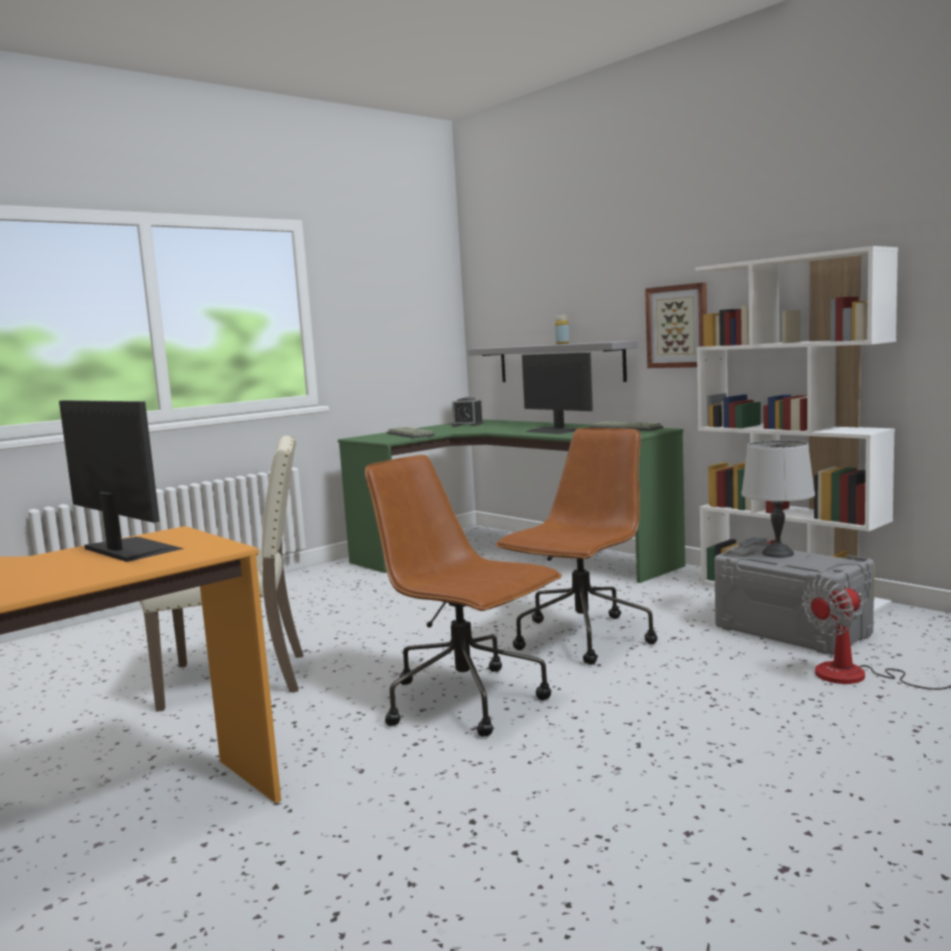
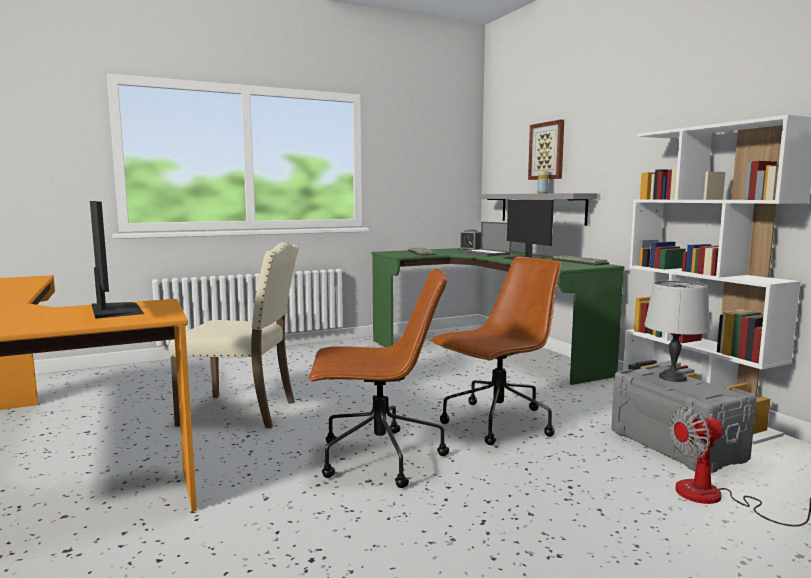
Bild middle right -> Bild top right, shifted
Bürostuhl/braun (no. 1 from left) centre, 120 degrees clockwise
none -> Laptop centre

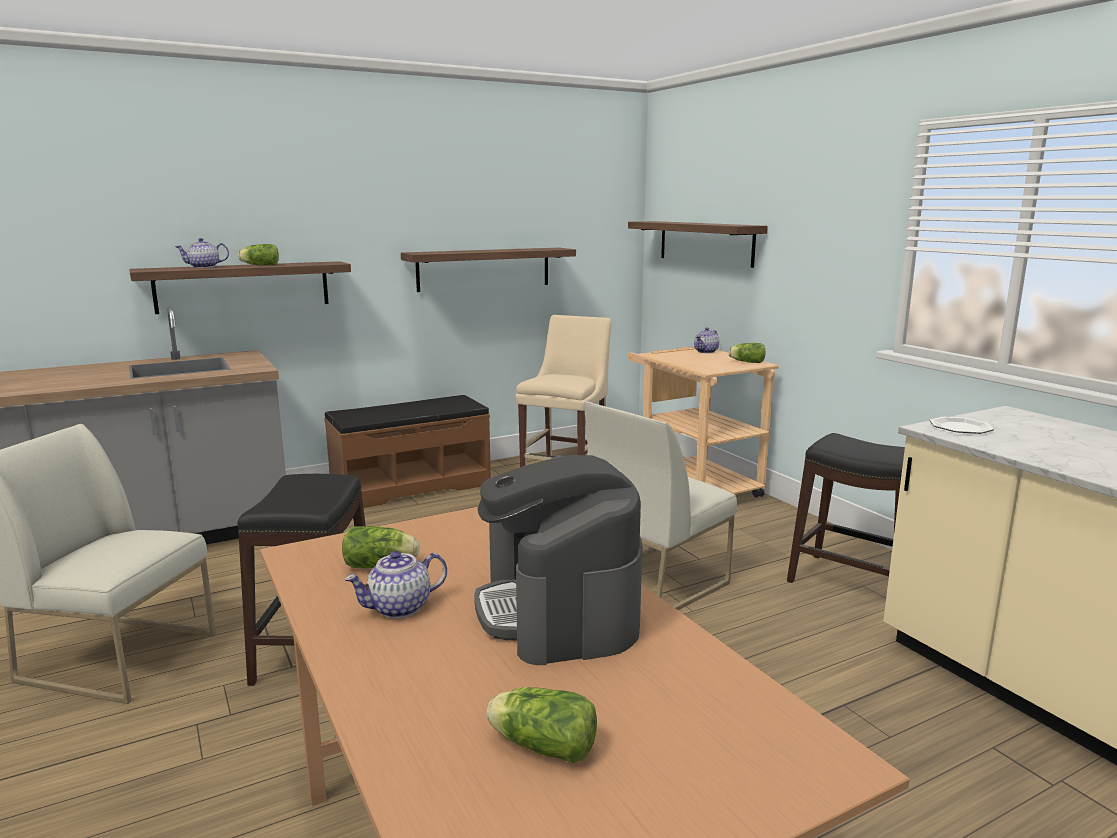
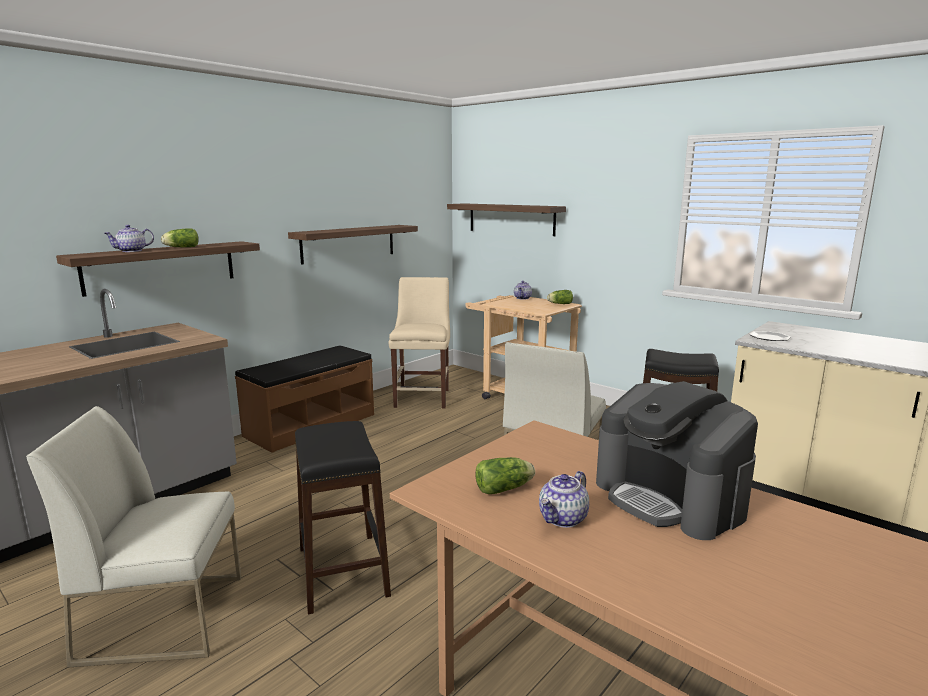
Salatkopf (no. 3 from left) bottom centre -> none

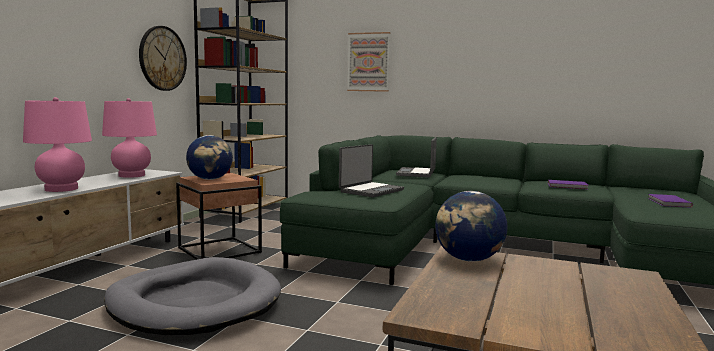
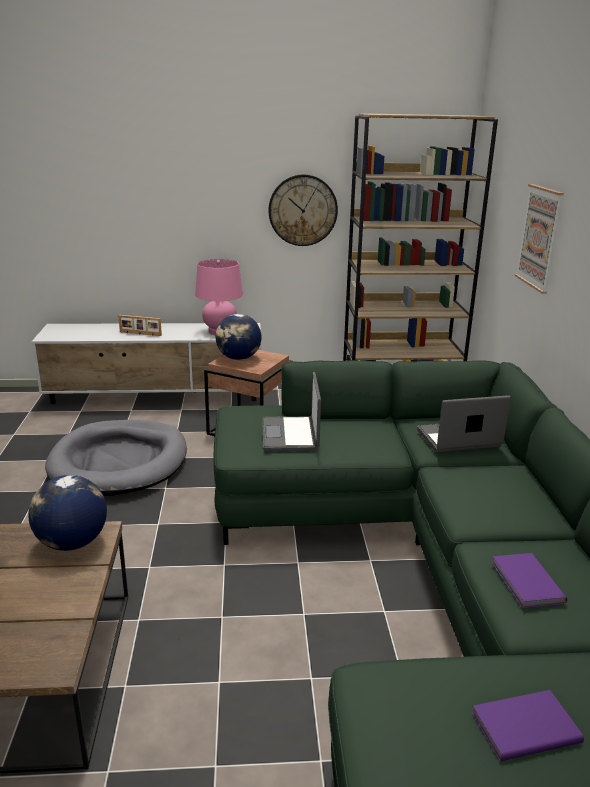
Tischlampe/rosa (no. 1 from left) middle left -> Bilderrahmen middle left
Laptop (no. 1 from left) centre, 75 degrees clockwise

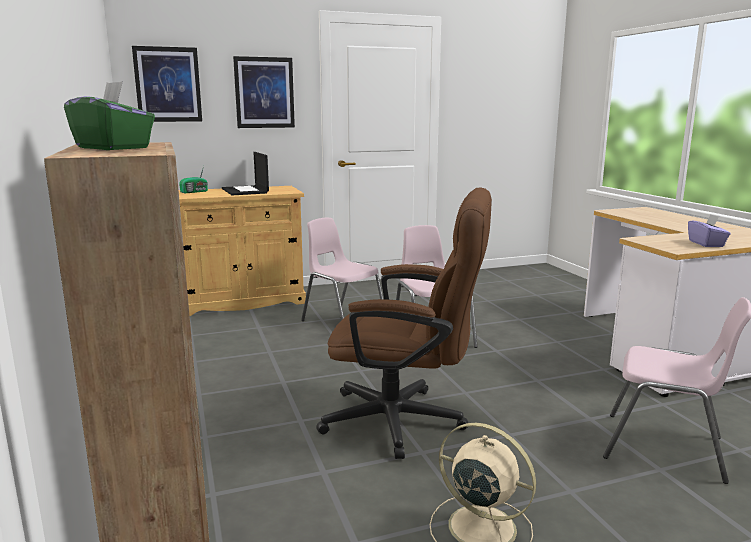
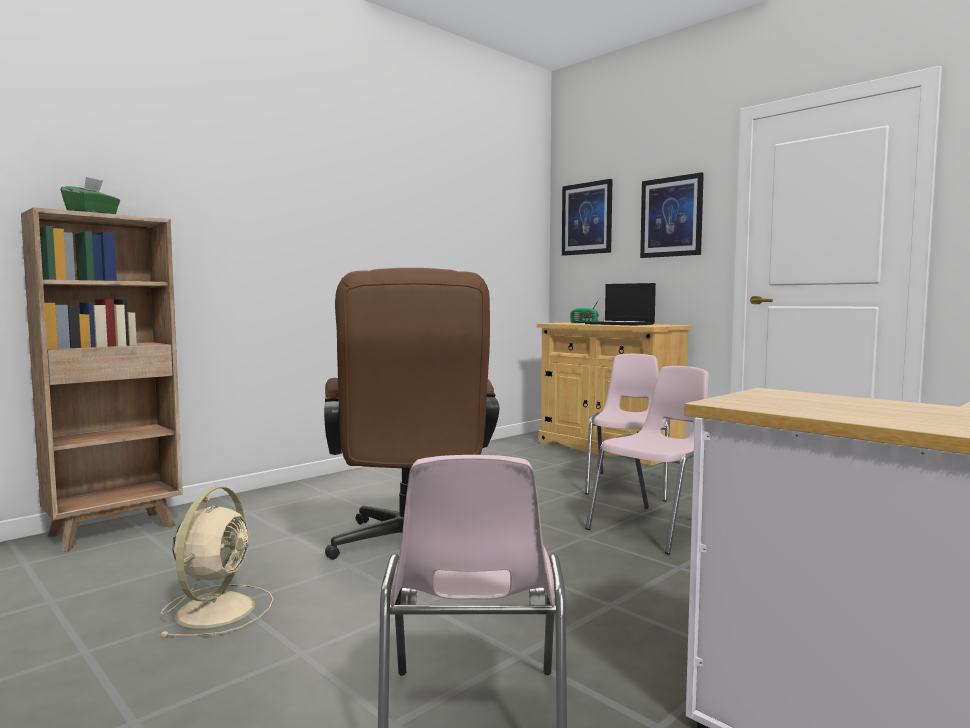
Laptop top left -> Laptop centre, 90 degrees counterclockwise
Taschentuchbox/lila middle right -> none

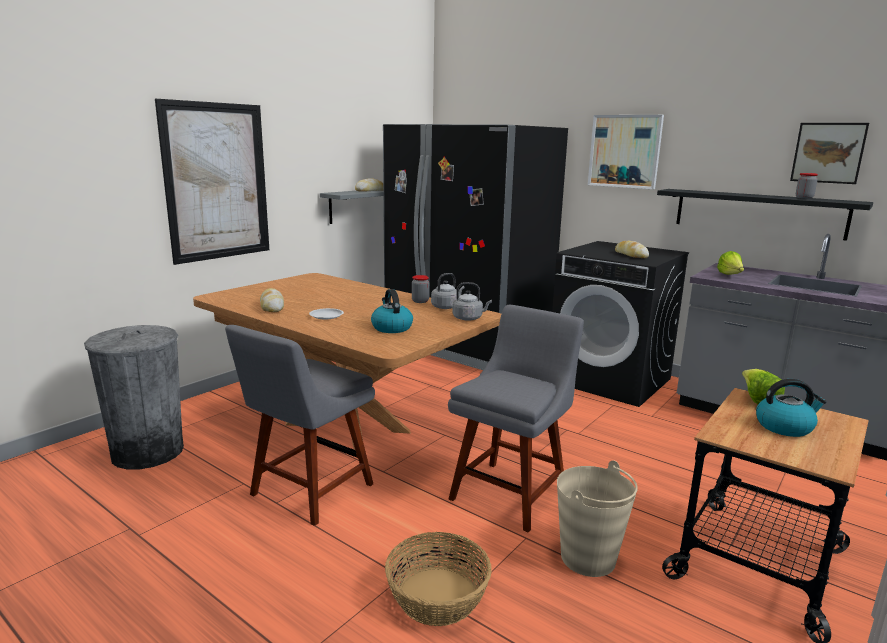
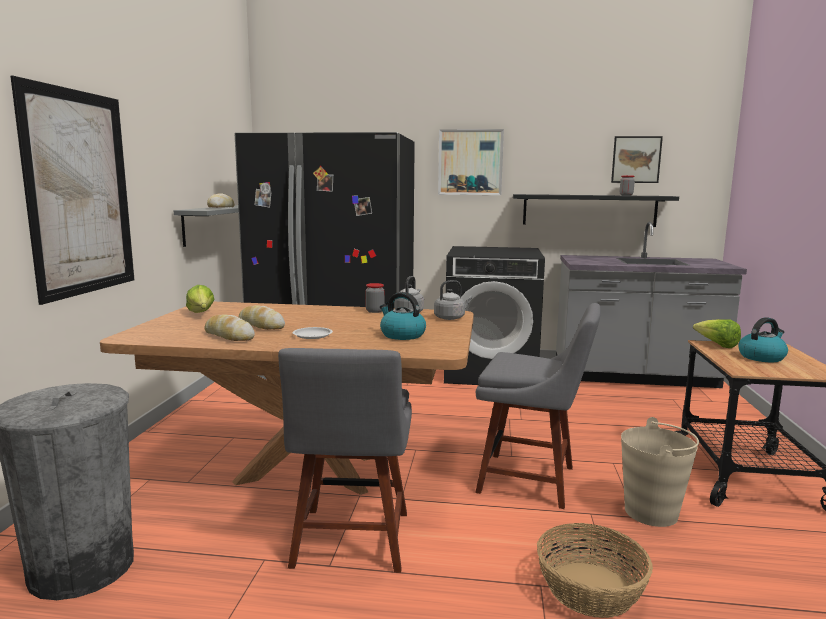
Brot (no. 3 from left) middle right -> Brot (no. 3 from left) middle left, shifted
Salatkopf (no. 1 from left) middle right -> Salatkopf (no. 1 from left) middle left, shifted
Stuhl/grau (no. 2 from left) centre, 105 degrees clockwise

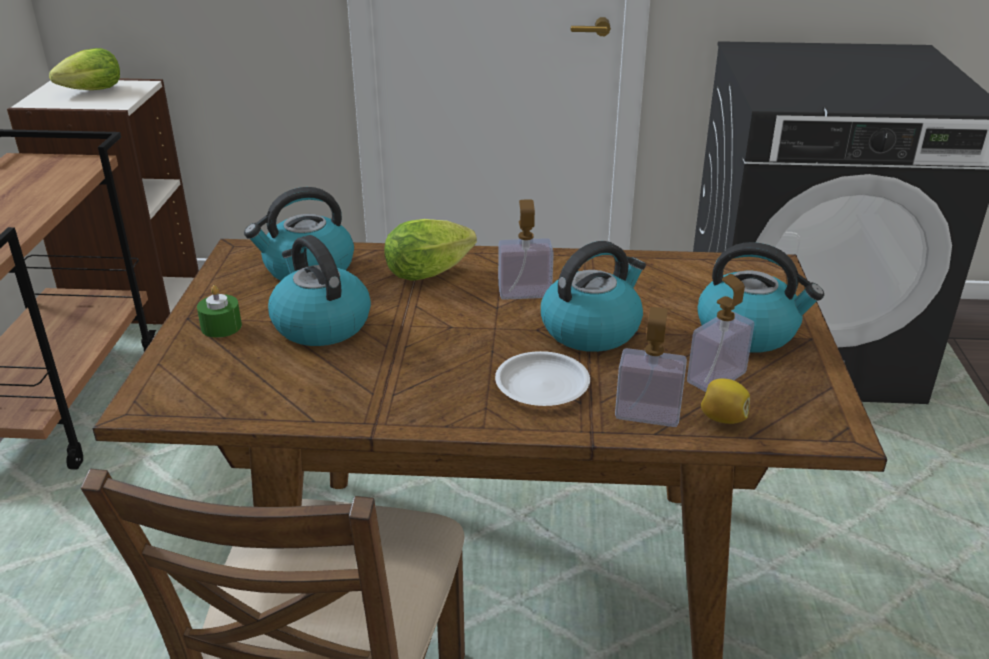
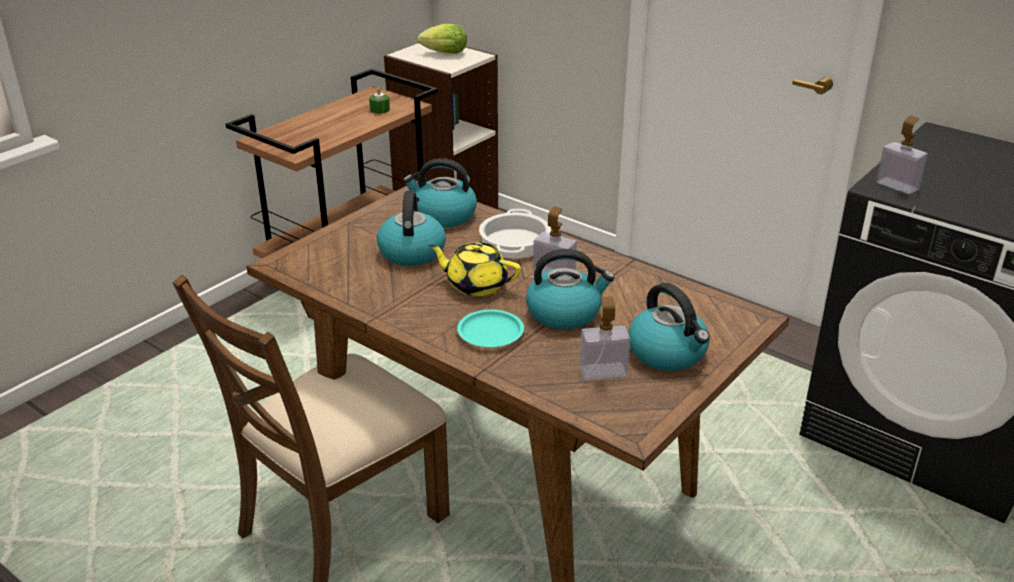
Salatkopf (no. 2 from left) centre -> Kochtopf centre
Kerze/grün middle left -> Kerze/grün top centre, shifted
Seifenspender (no. 2 from left in the first image) centre -> Seifenspender (no. 3 from left) top right, shifted
Teller/weiß centre -> Teller/türkis centre
Zitrone middle right -> none
none -> Teekanne/gelb centre

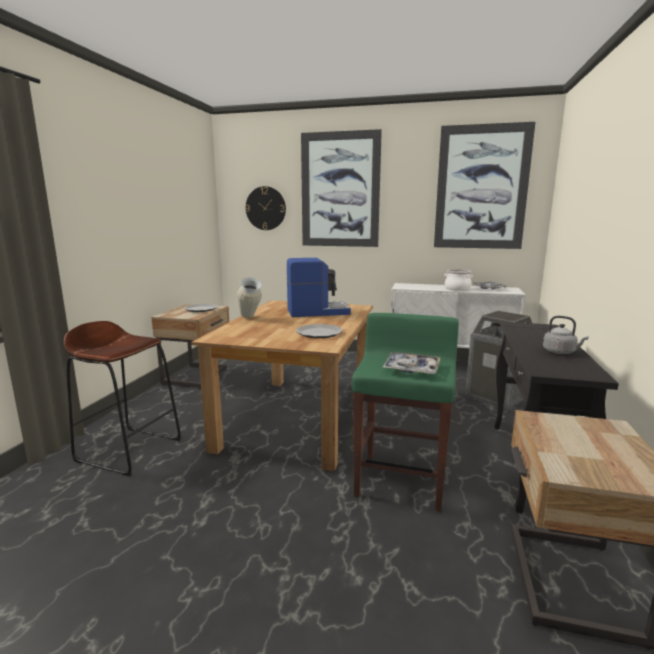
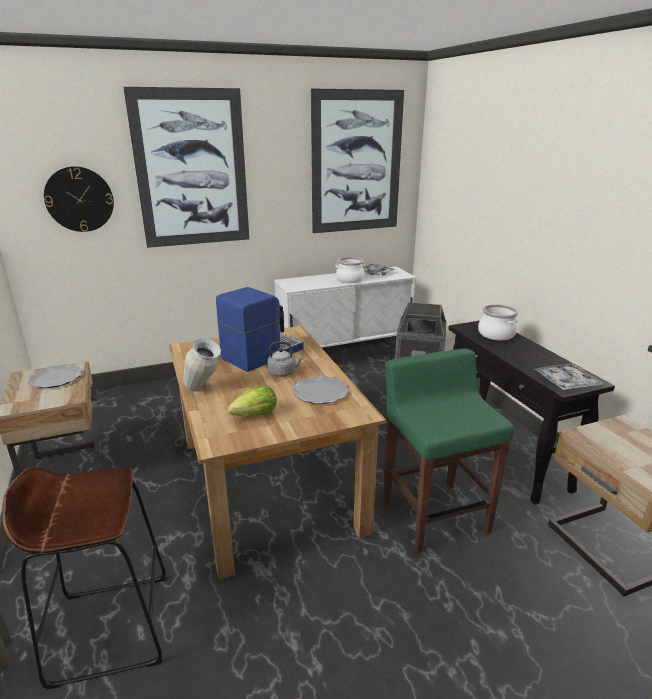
Wasserkessel/grau middle right -> Wasserkessel/grau centre, shifted
Tablett (no. 1 from left in the first image) centre -> Tablett (no. 2 from left) middle right, shifted
none -> Kochtopf (no. 2 from left) middle right
none -> Salatkopf centre

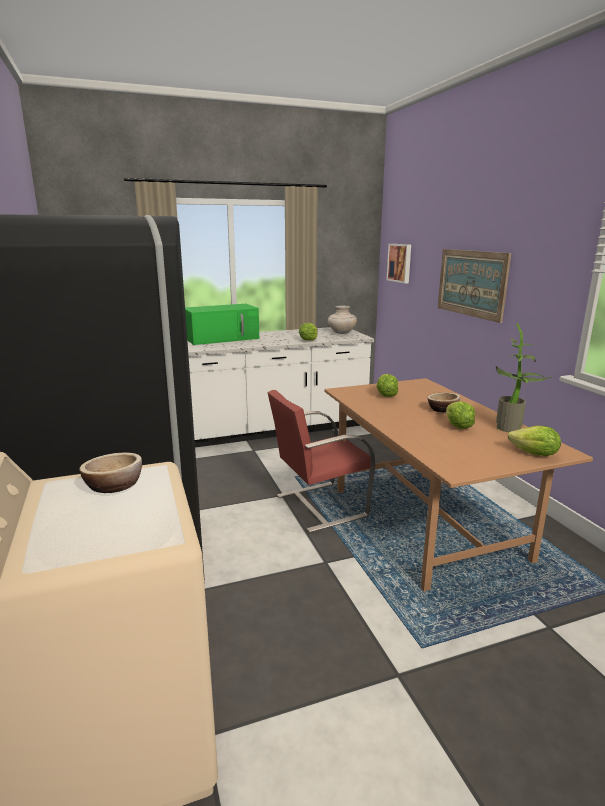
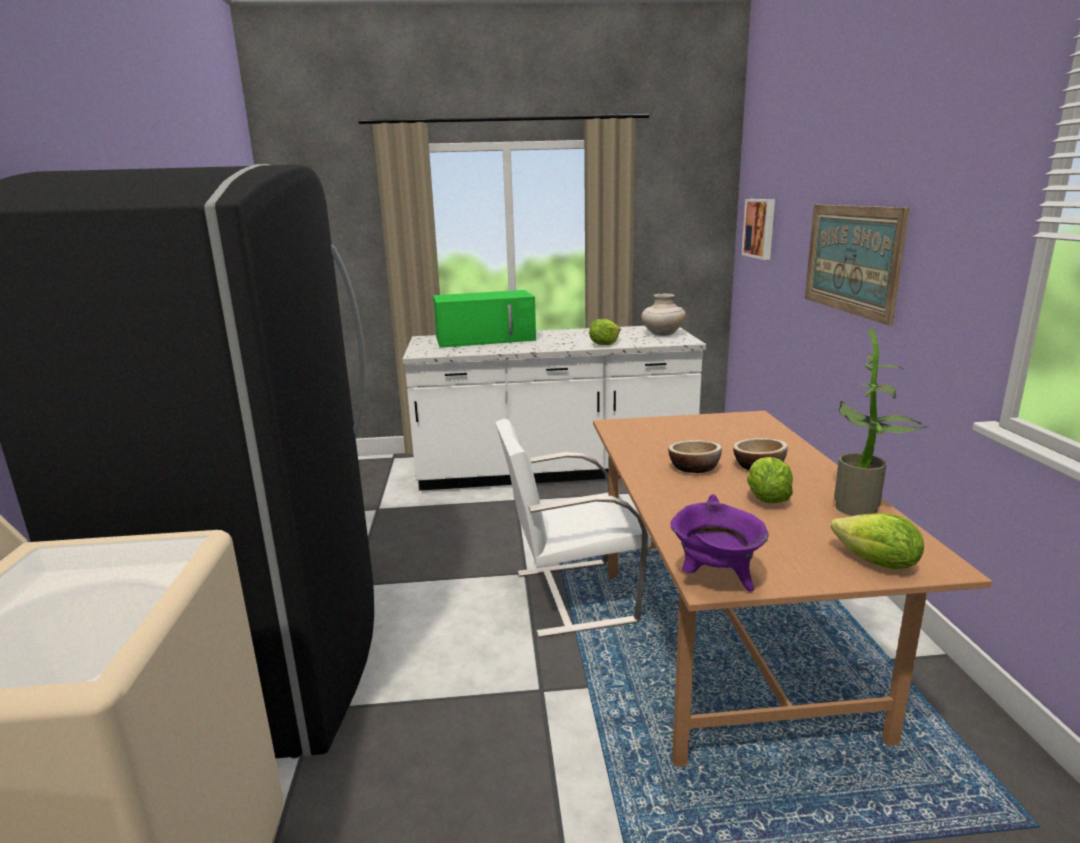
Salatkopf (no. 2 from left) centre -> none
Stuhl/rot centre -> Stuhl/weiß centre
Schüssel (no. 1 from left) middle left -> Schüssel (no. 1 from left) centre, shifted
none -> Kochtopf/lila centre

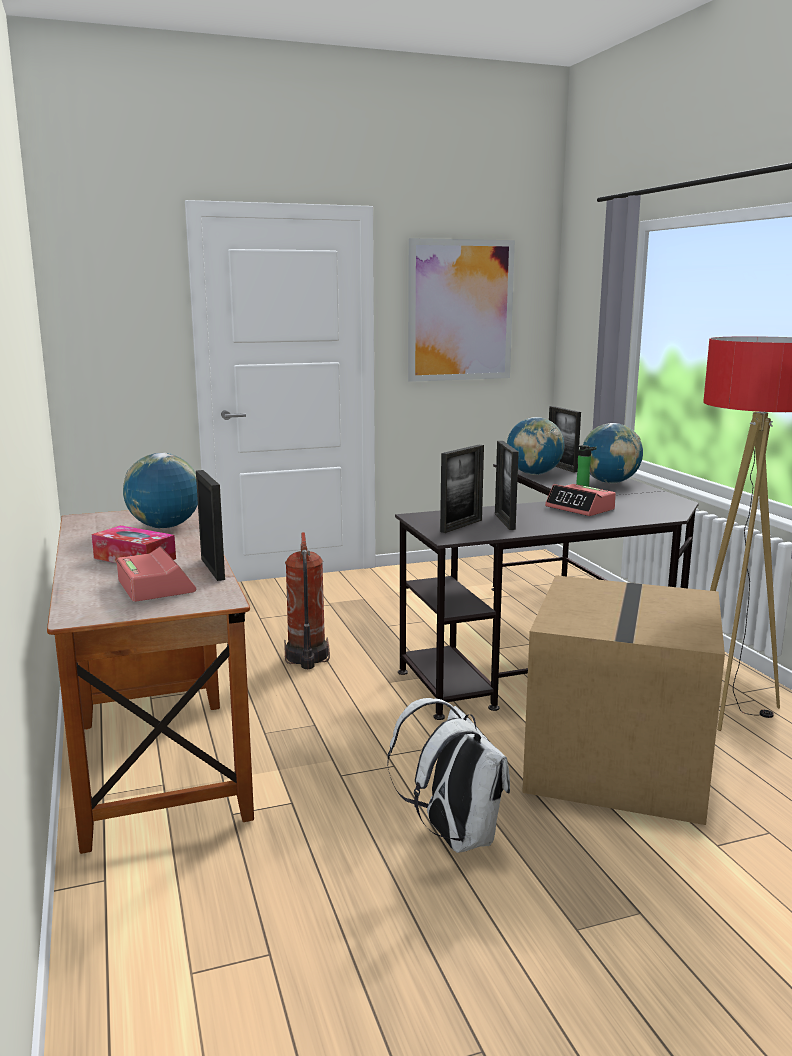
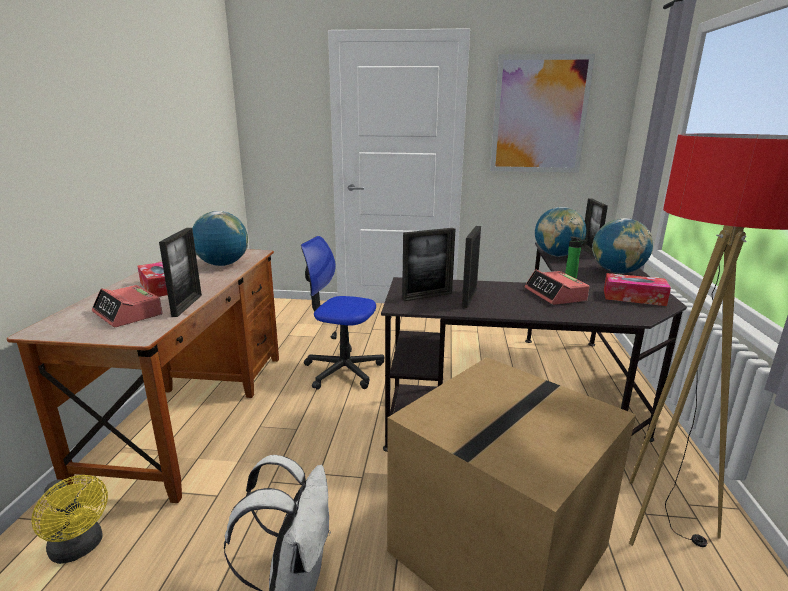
Feuerlöscher centre -> Bürostuhl centre
Wecker (no. 1 from left) middle left, 135 degrees clockwise
none -> Taschentuchbox (no. 2 from left) middle right
none -> Ventilator/gelb bottom left

